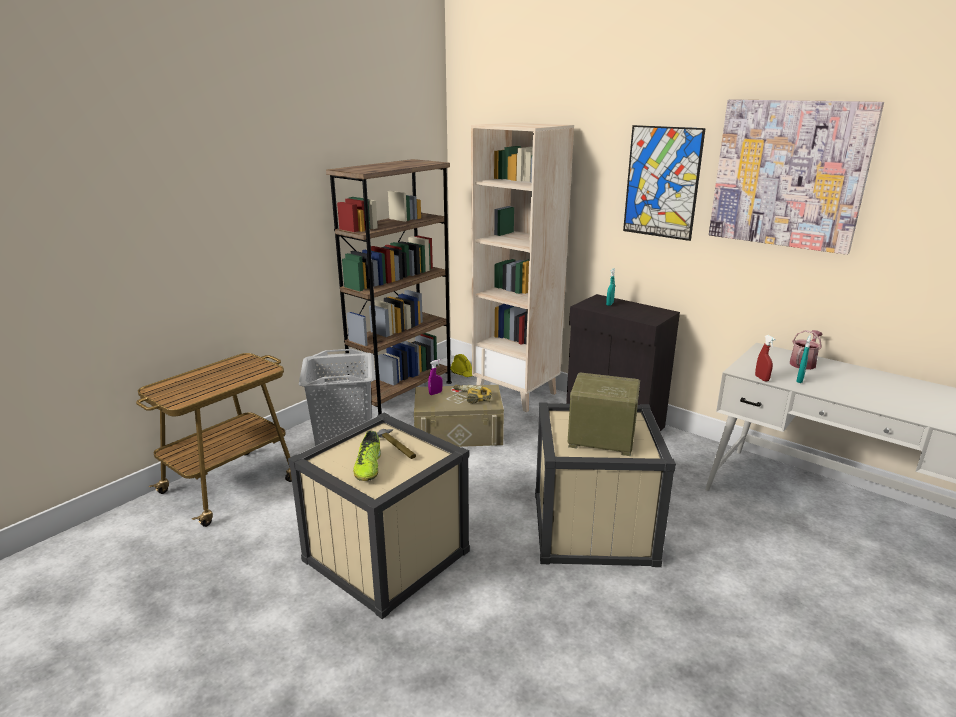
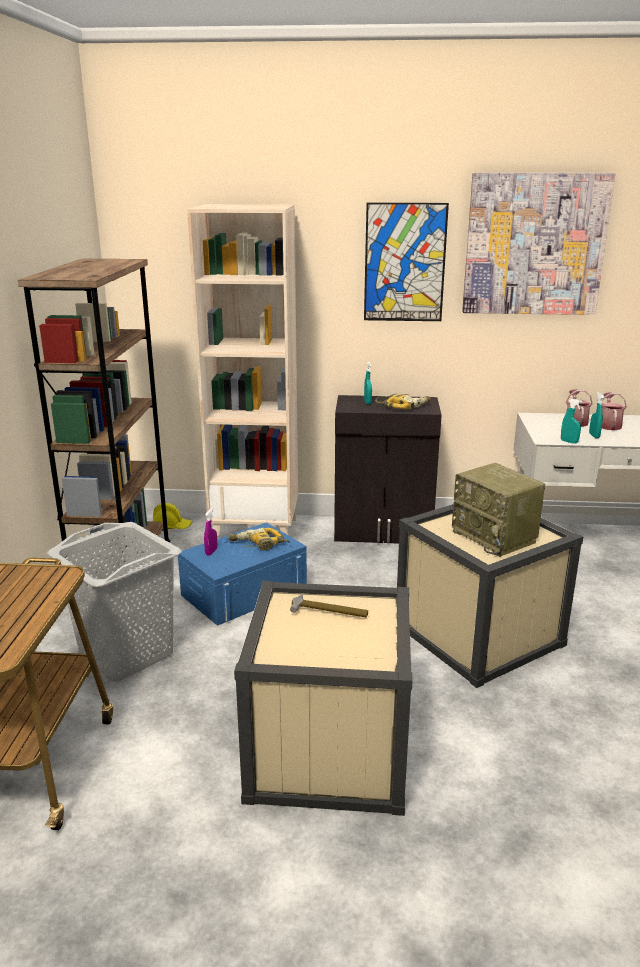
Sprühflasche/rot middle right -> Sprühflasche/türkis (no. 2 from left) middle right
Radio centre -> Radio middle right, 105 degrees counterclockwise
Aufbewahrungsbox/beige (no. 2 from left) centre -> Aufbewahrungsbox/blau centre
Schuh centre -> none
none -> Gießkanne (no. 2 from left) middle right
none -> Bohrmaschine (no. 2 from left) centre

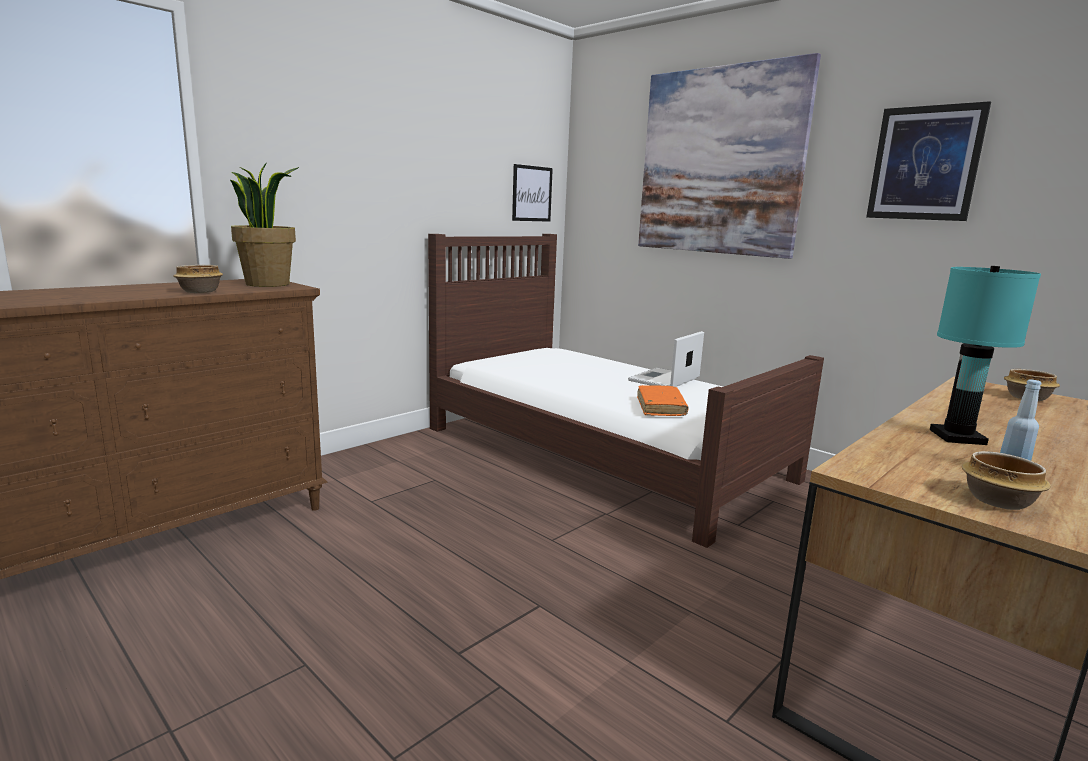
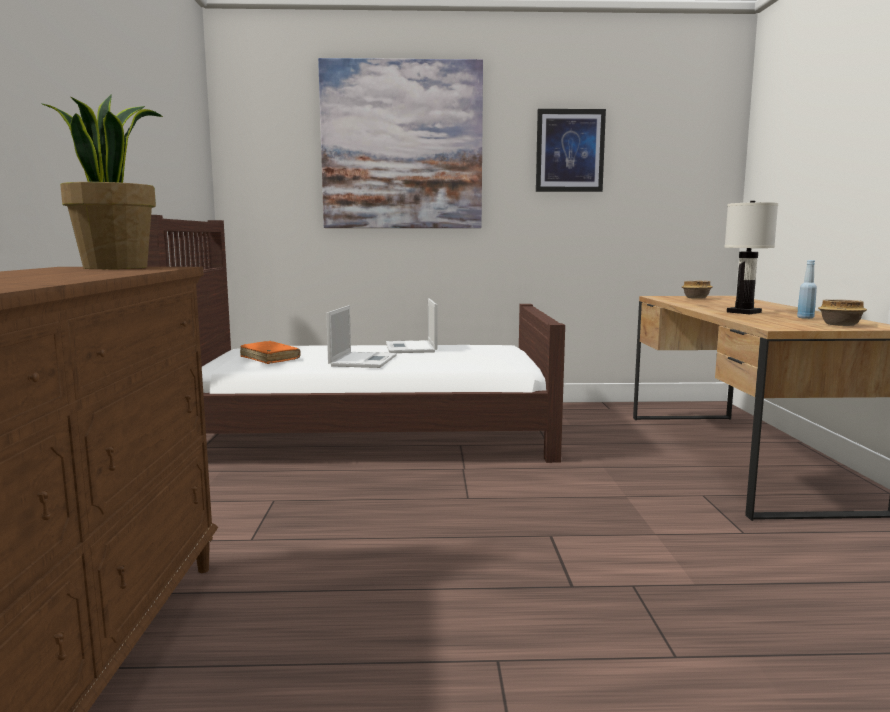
Bild (no. 1 from left) top centre -> none
Schüssel (no. 1 from left) middle left -> none
Tischlampe/türkis middle right -> Tischlampe/weiß middle right
Buch/orange centre -> Buch/orange middle left, shifted
none -> Laptop (no. 1 from left) centre

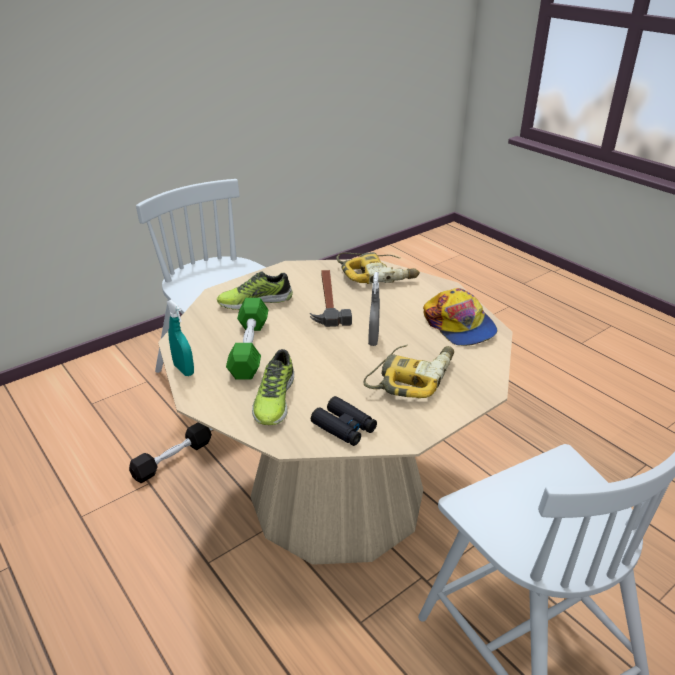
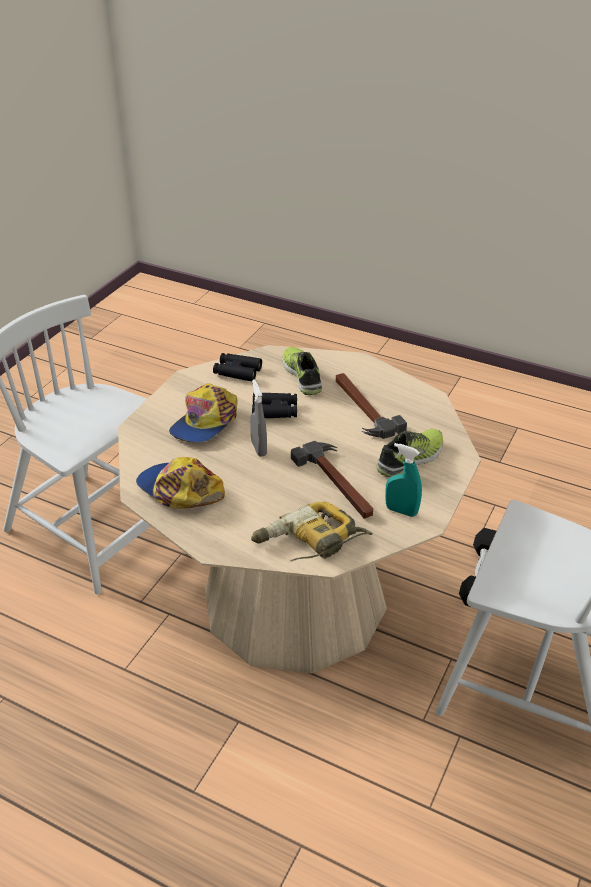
Hantel/grün centre -> Hammer (no. 2 from left) centre
Sprühflasche/türkis middle left -> Sprühflasche/türkis middle right, shifted
Bohrmaschine (no. 2 from left) centre -> Kappe (no. 2 from left) centre
none -> Fernglas/schwarz (no. 2 from left) centre

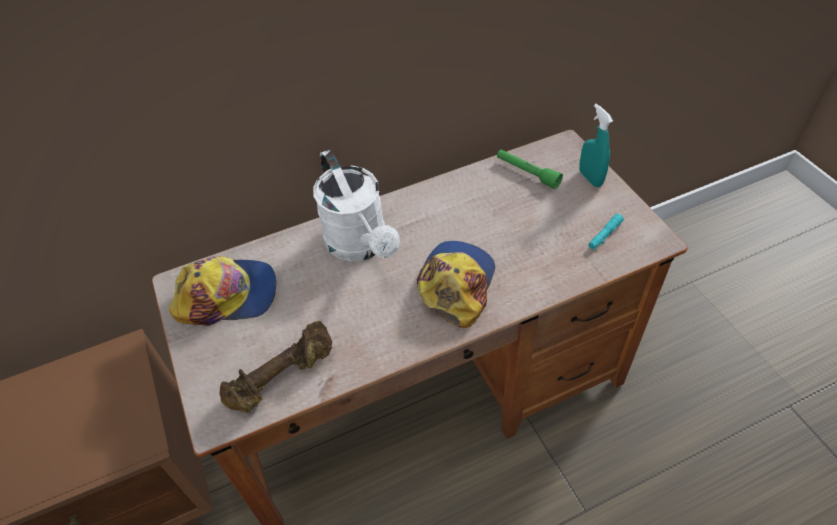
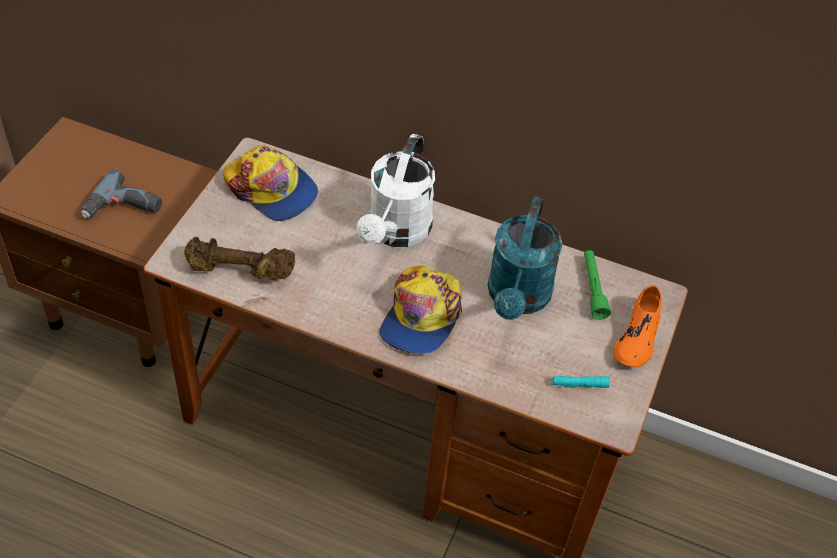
Sprühflasche/türkis top right -> Schuh/orange middle right
Kappe (no. 2 from left) centre, 135 degrees clockwise
none -> Bohrmaschine middle left
none -> Gießkanne/türkis centre

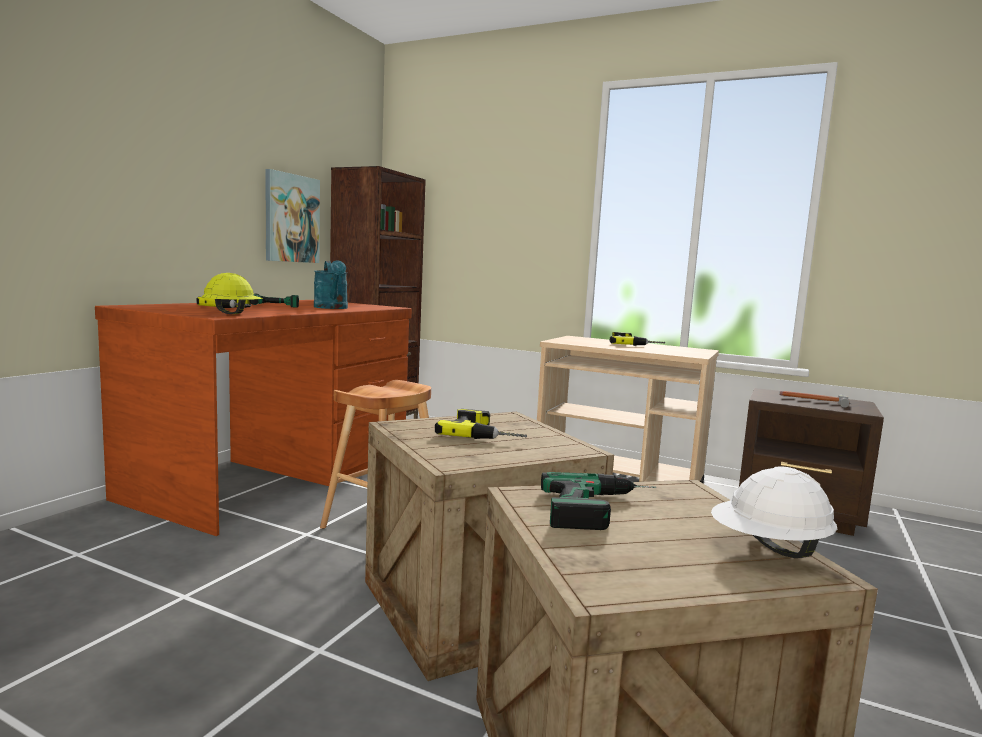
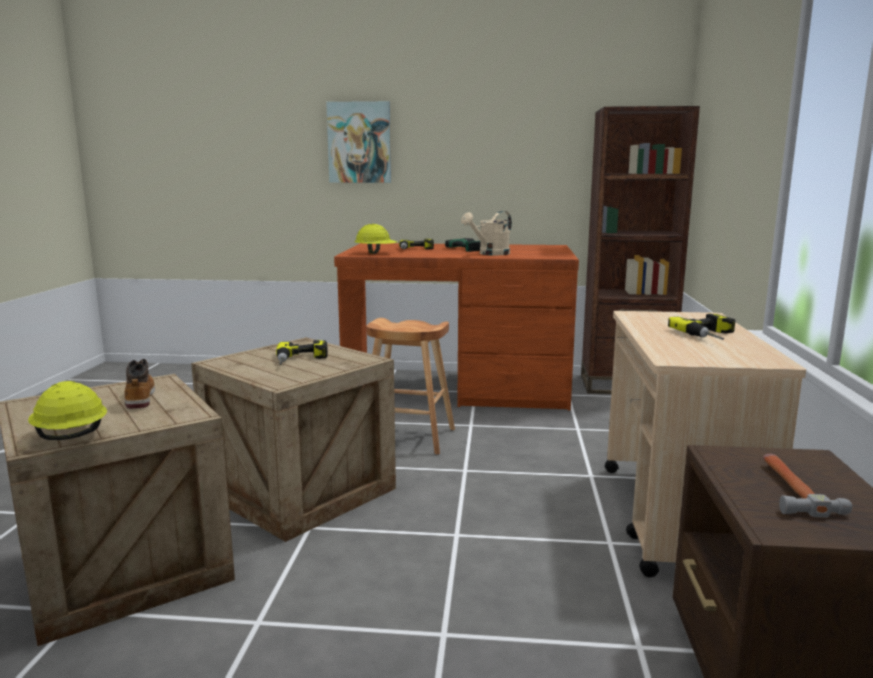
Bild top left -> Bild top centre, shifted
Gießkanne/türkis centre -> Gießkanne/beige centre
Schutzhelm/weiß bottom right -> Schutzhelm/gelb (no. 1 from left) middle left
Bohrmaschine (no. 4 from left) bottom centre -> Stiefel middle left

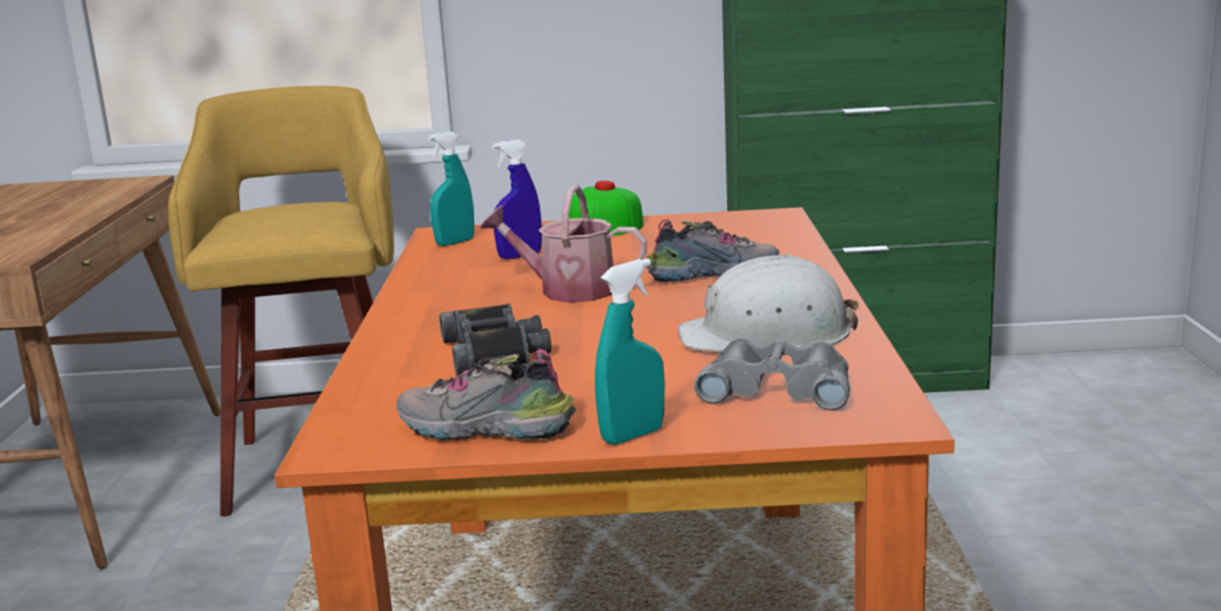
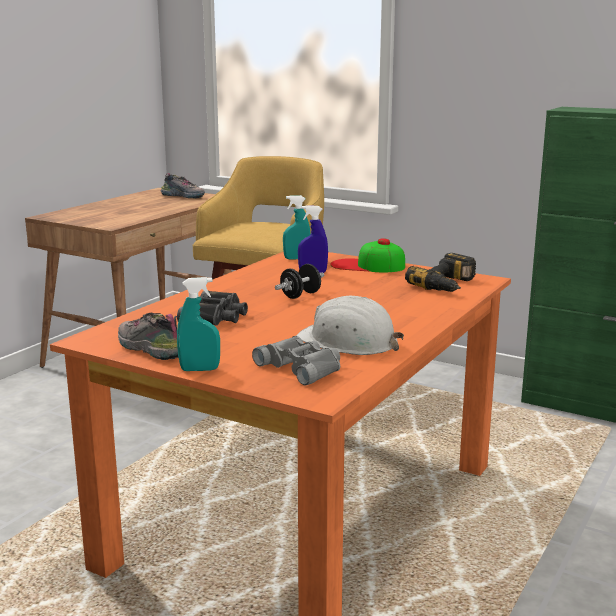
Gießkanne centre -> Hantel/schwarz centre
Schuh (no. 2 from left) centre -> Schuh (no. 2 from left) top left, shifted
none -> Bohrmaschine middle right

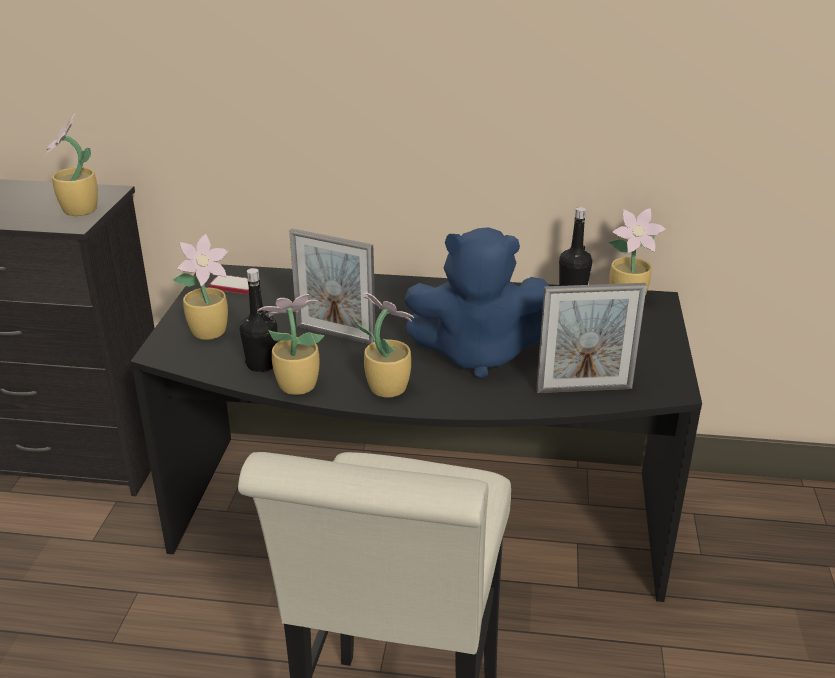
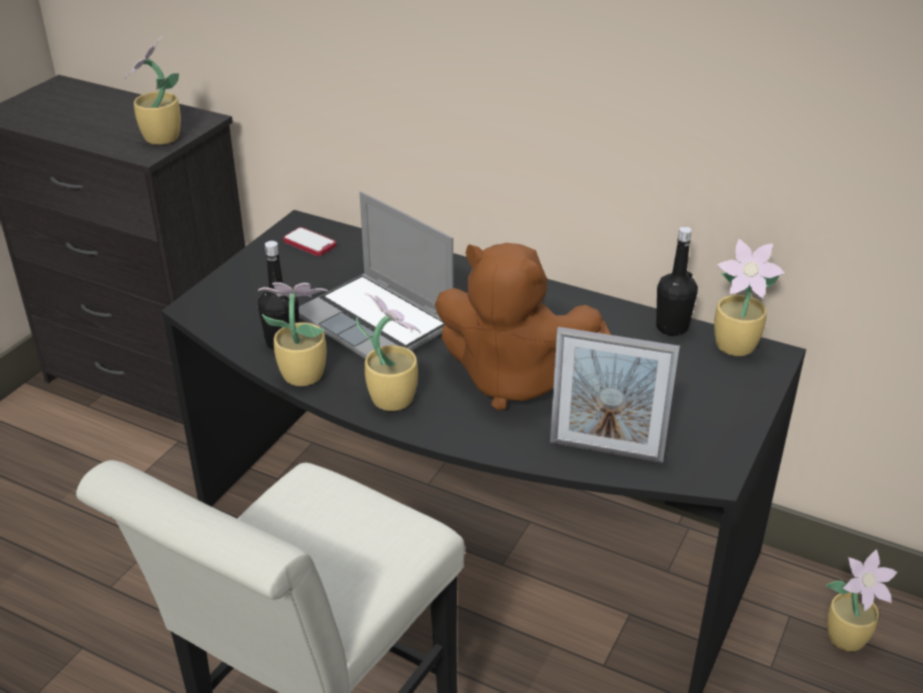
Plüschtier/blau centre -> Plüschtier/braun centre
Bilderrahmen (no. 1 from left) centre -> Laptop centre
Topfpflanze (no. 2 from left in the first image) middle left -> Topfpflanze (no. 5 from left) bottom right, shifted

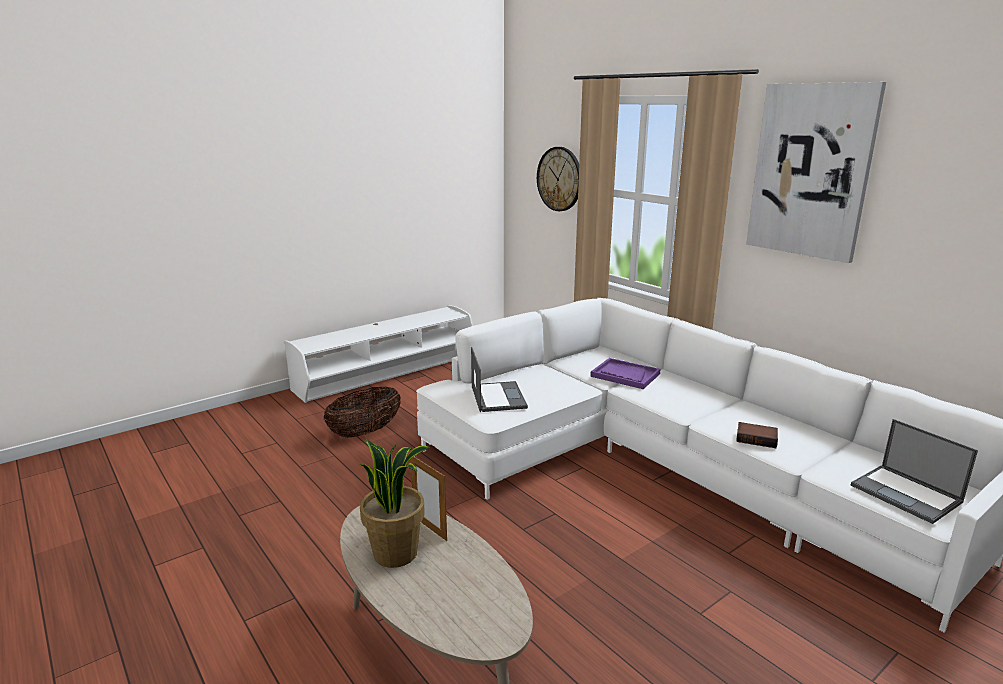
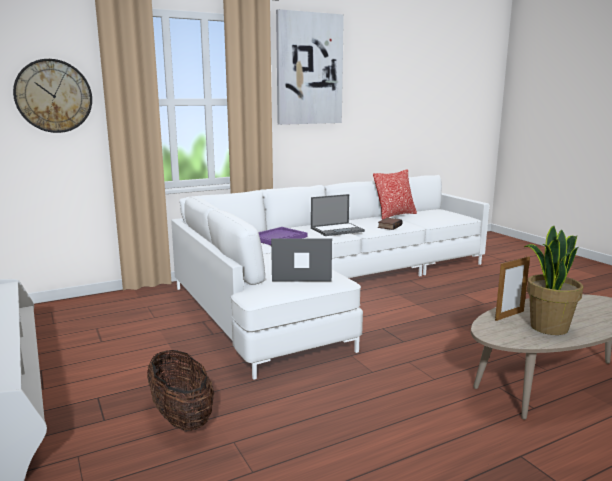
Laptop (no. 2 from left) bottom right -> Laptop (no. 2 from left) centre, shifted
none -> Kissen centre

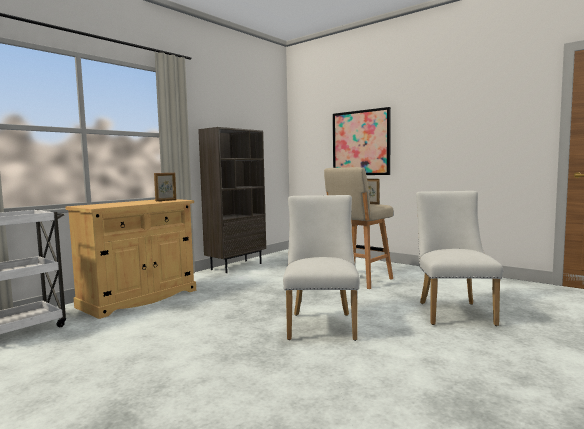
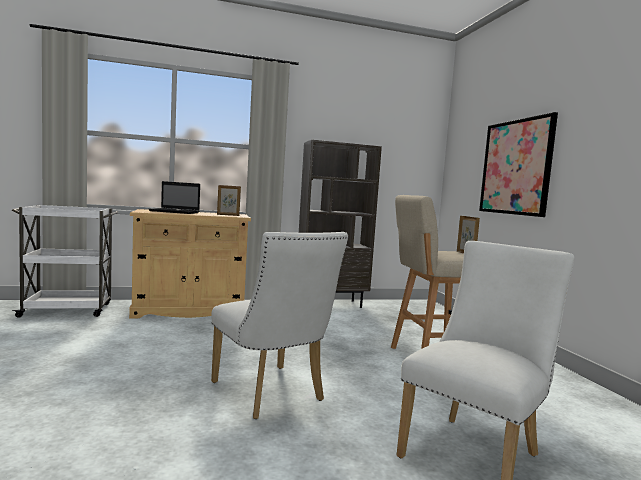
Stuhl/weiß (no. 1 from left) centre -> Stuhl/weiß (no. 1 from left) bottom centre, 105 degrees clockwise
none -> Laptop middle left

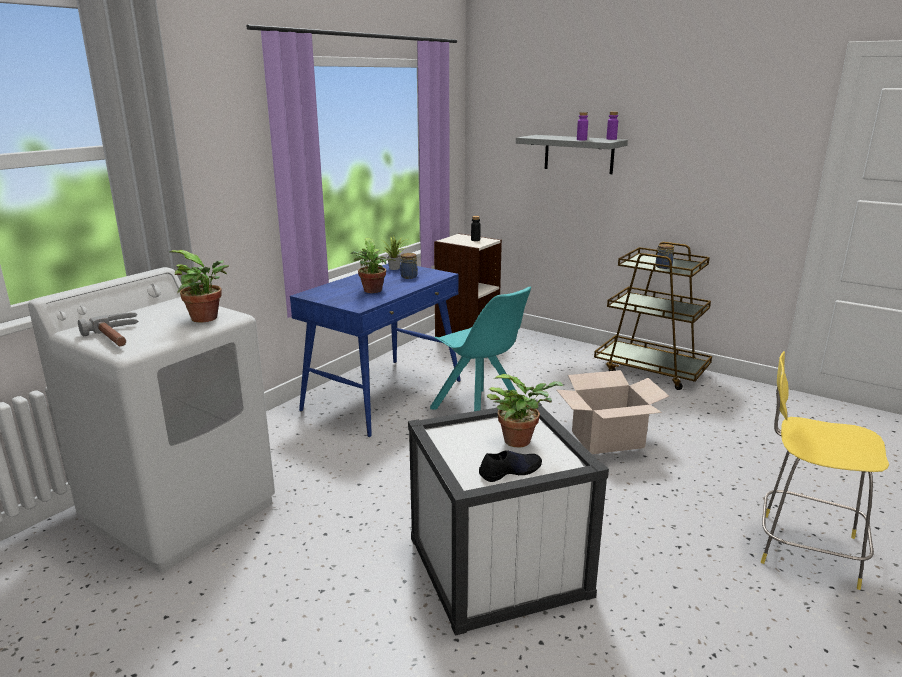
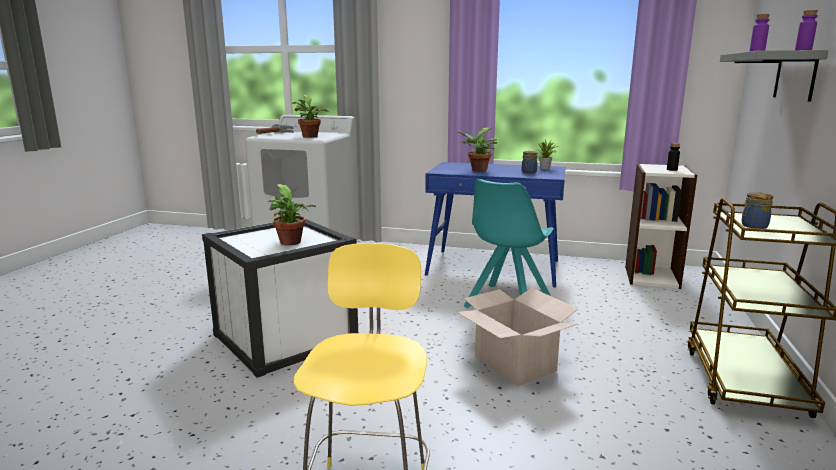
Schuh/schwarz bottom centre -> none

